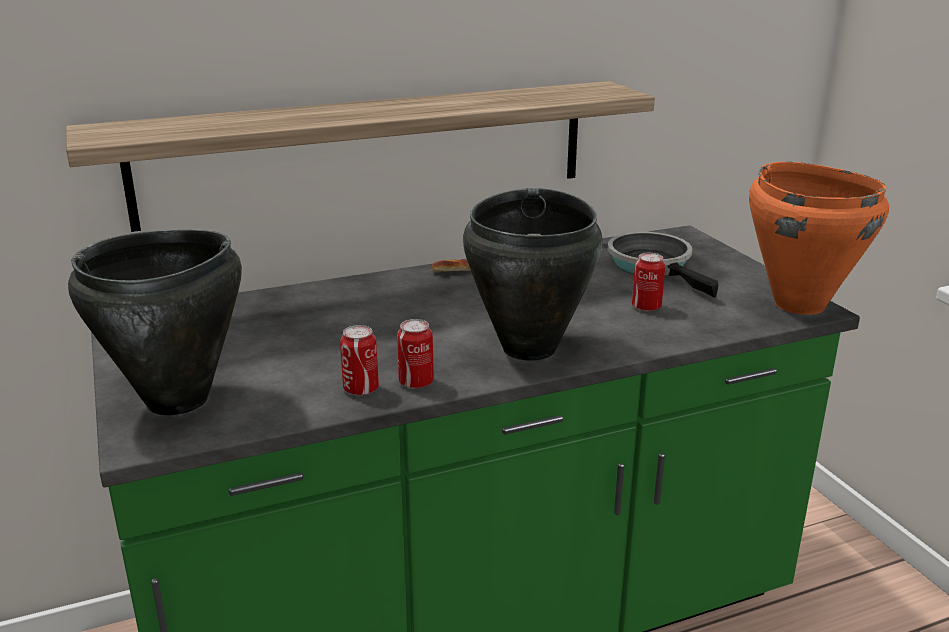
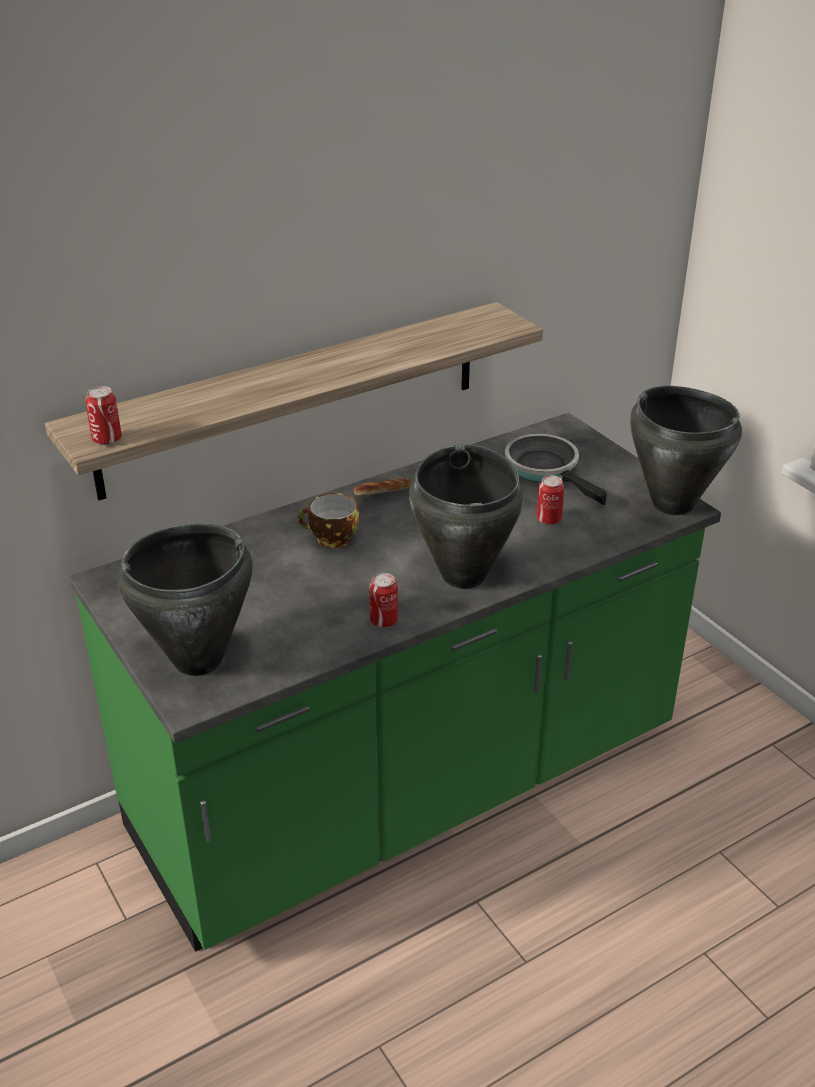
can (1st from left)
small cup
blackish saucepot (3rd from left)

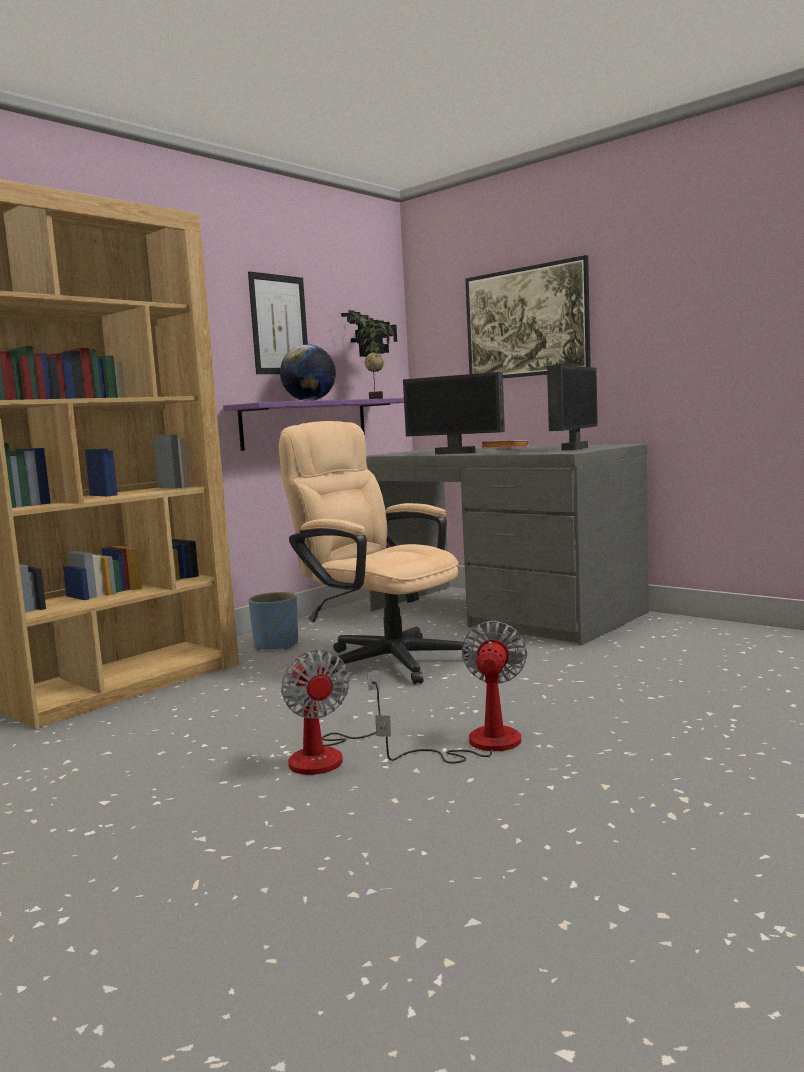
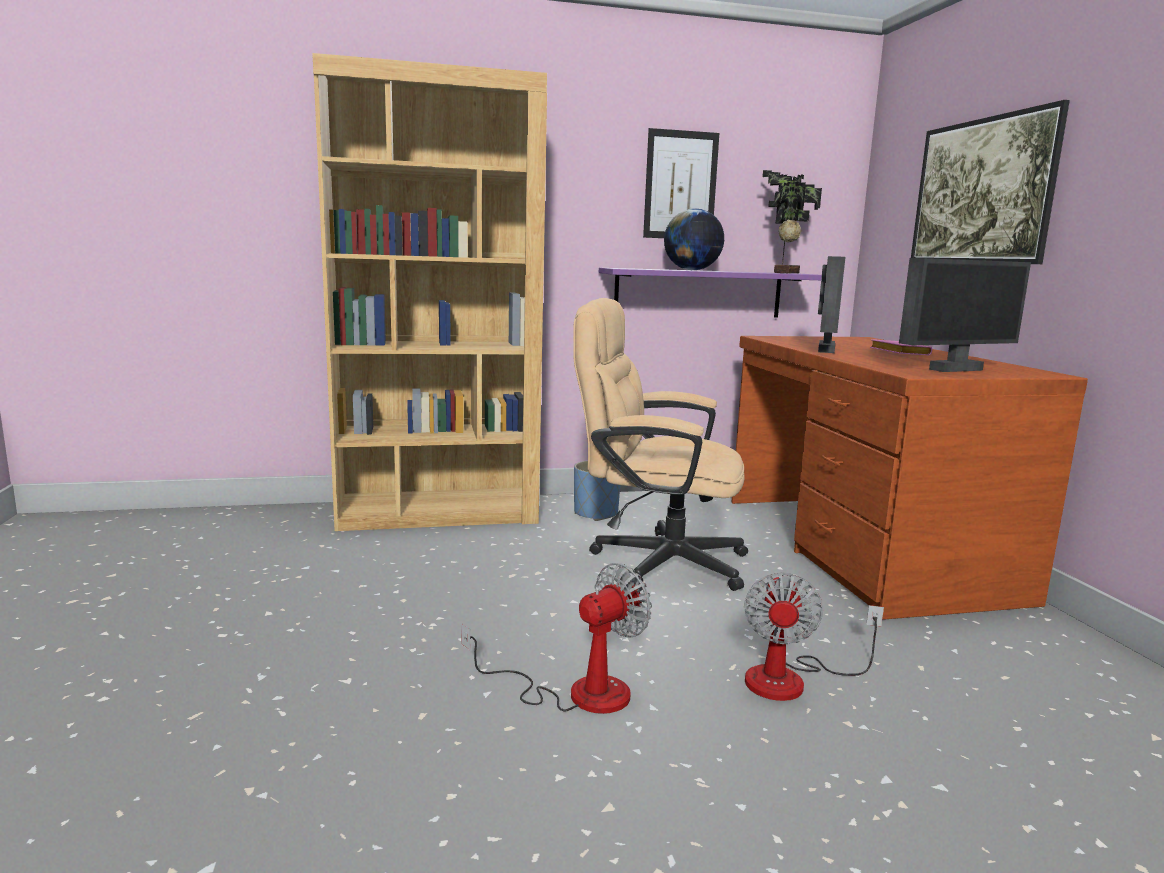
beige office chair
brown-coloured desk table
fan (2nd from left)
computer screen (1st from left)

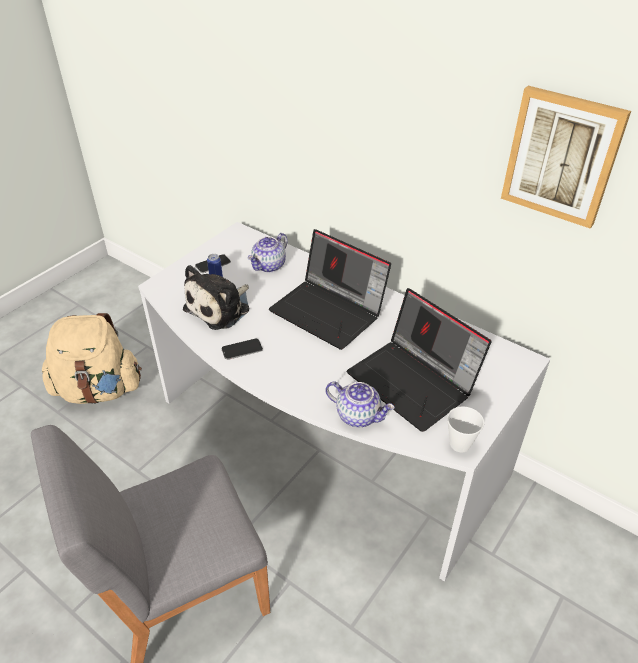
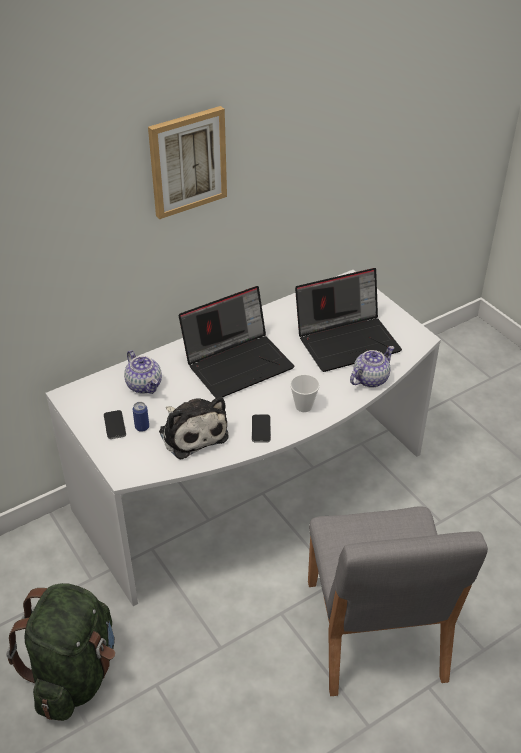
green rucksack
wall art
small cup

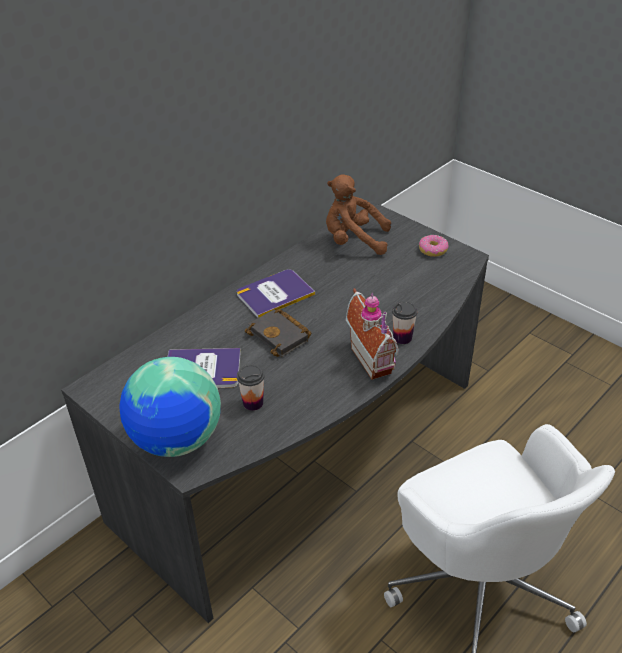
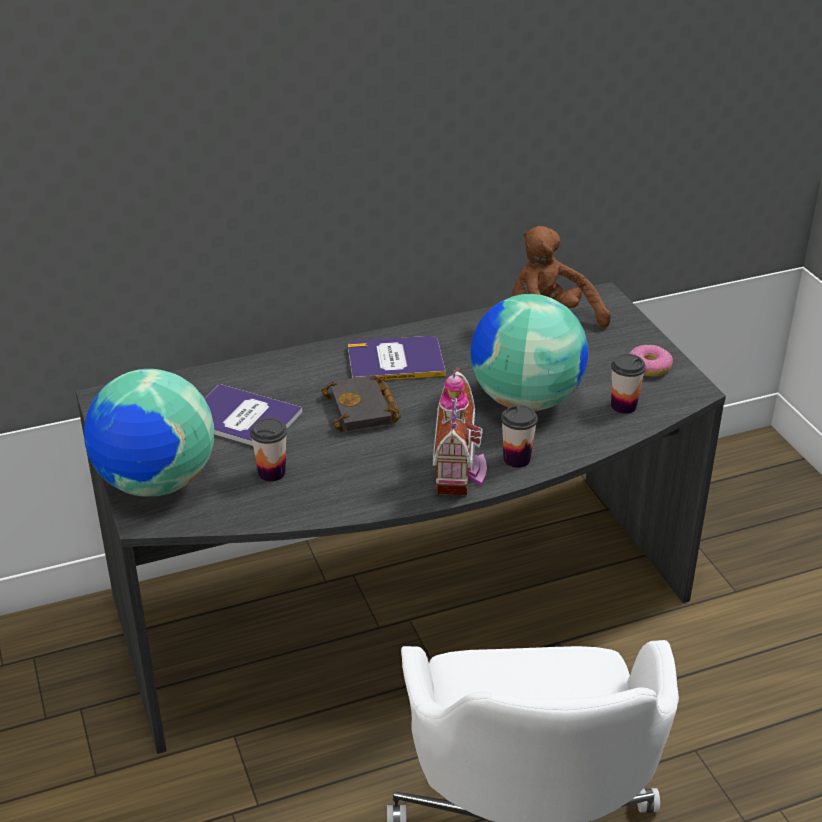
world globe (2nd from left)
small cup (3rd from left)

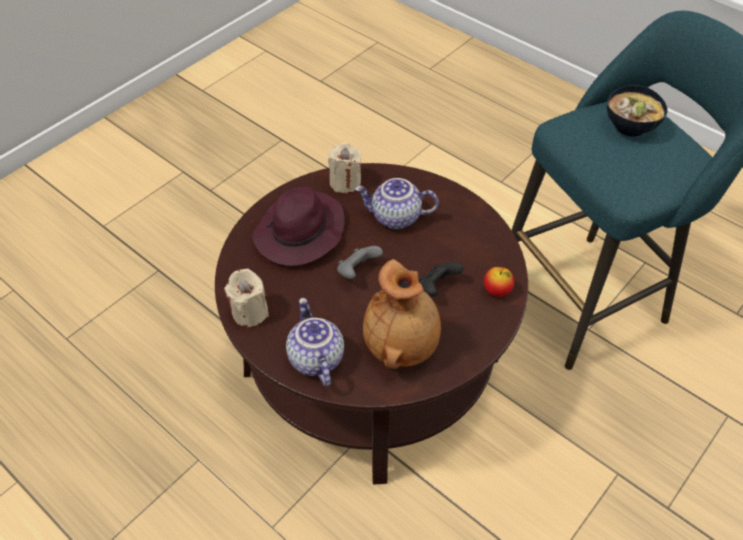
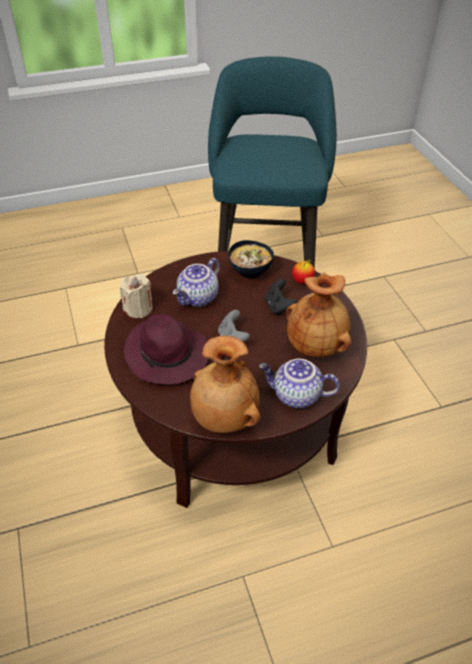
brown-coloured vase (1st from left)
bowl

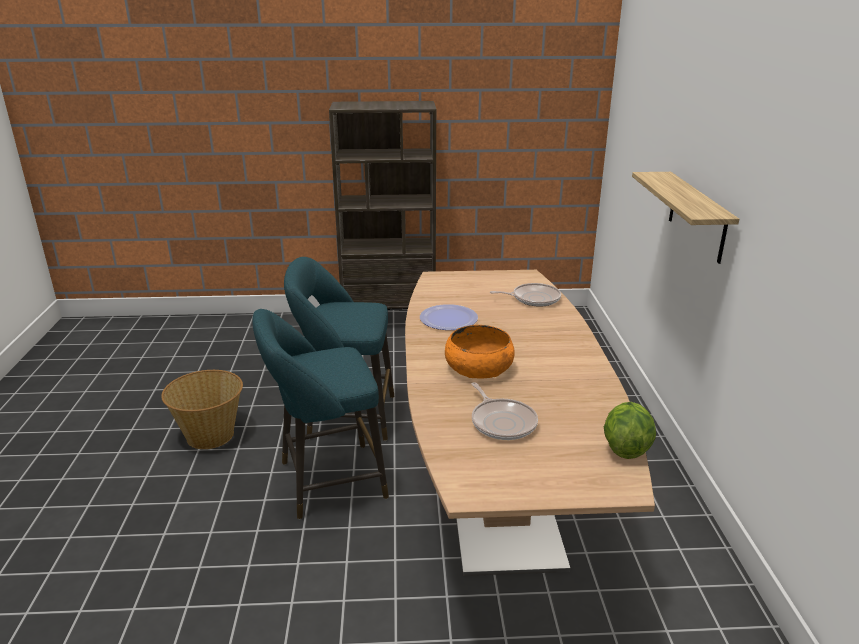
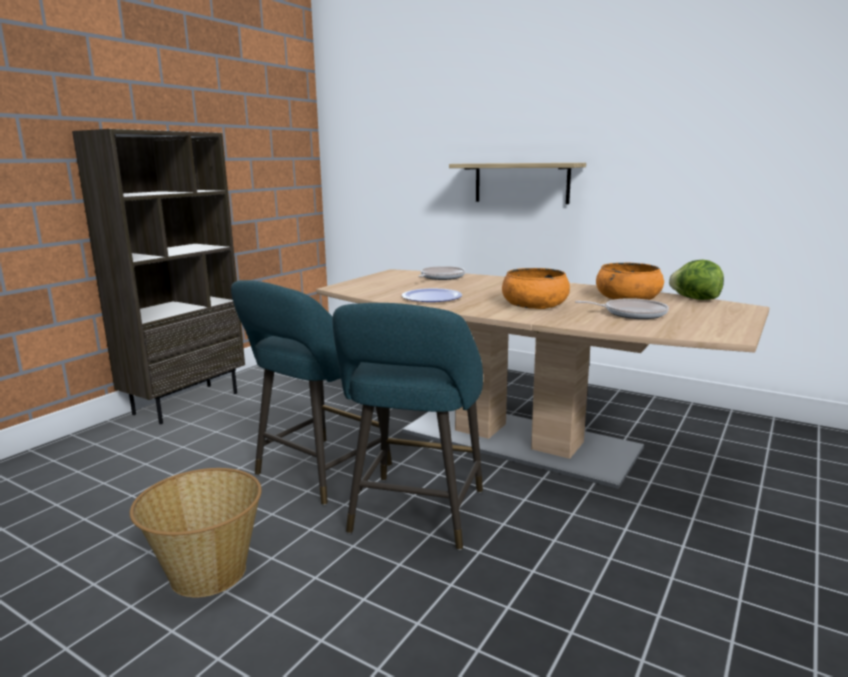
orangey bowl (2nd from left)

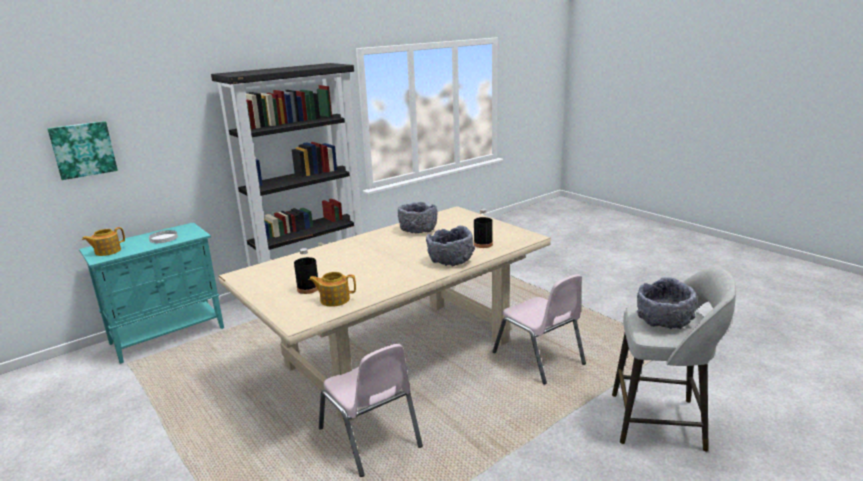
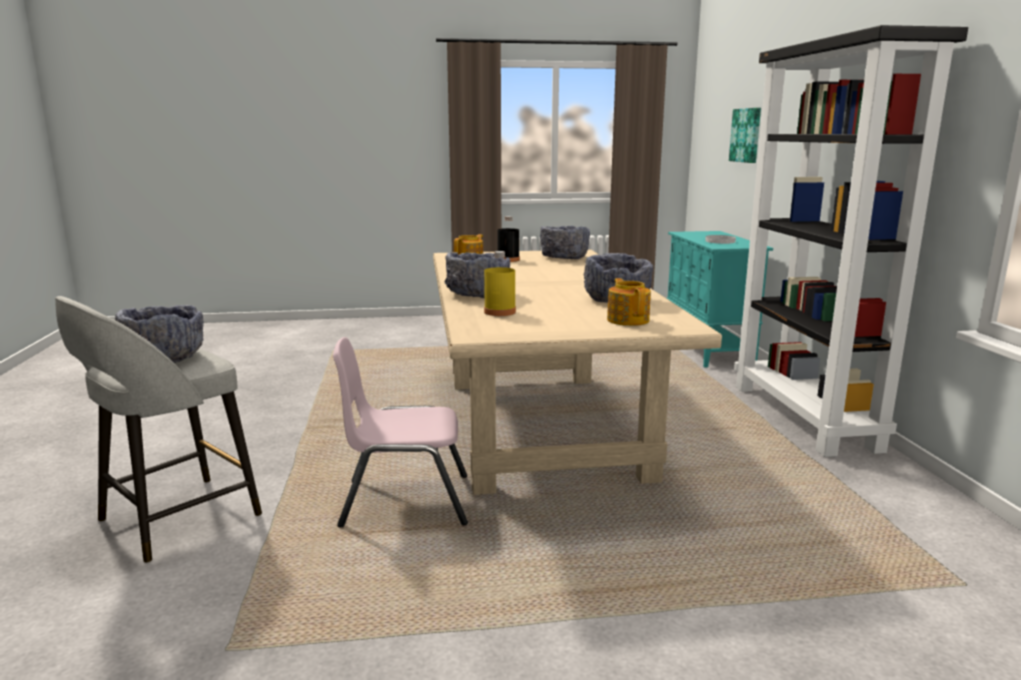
yellow beverage bottle
greyish bowl (3rd from left)
teapot (2nd from left)
pink chair (1st from left in the first image)

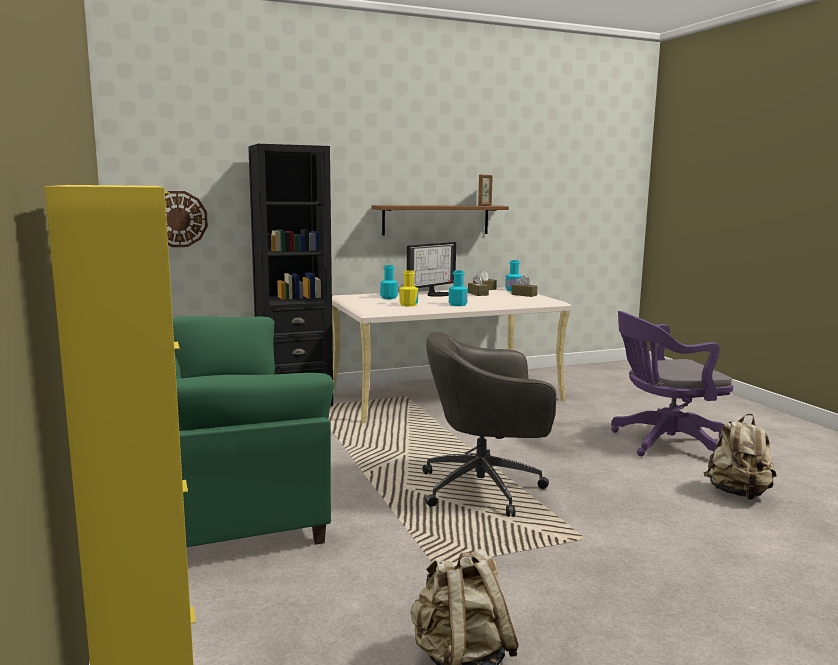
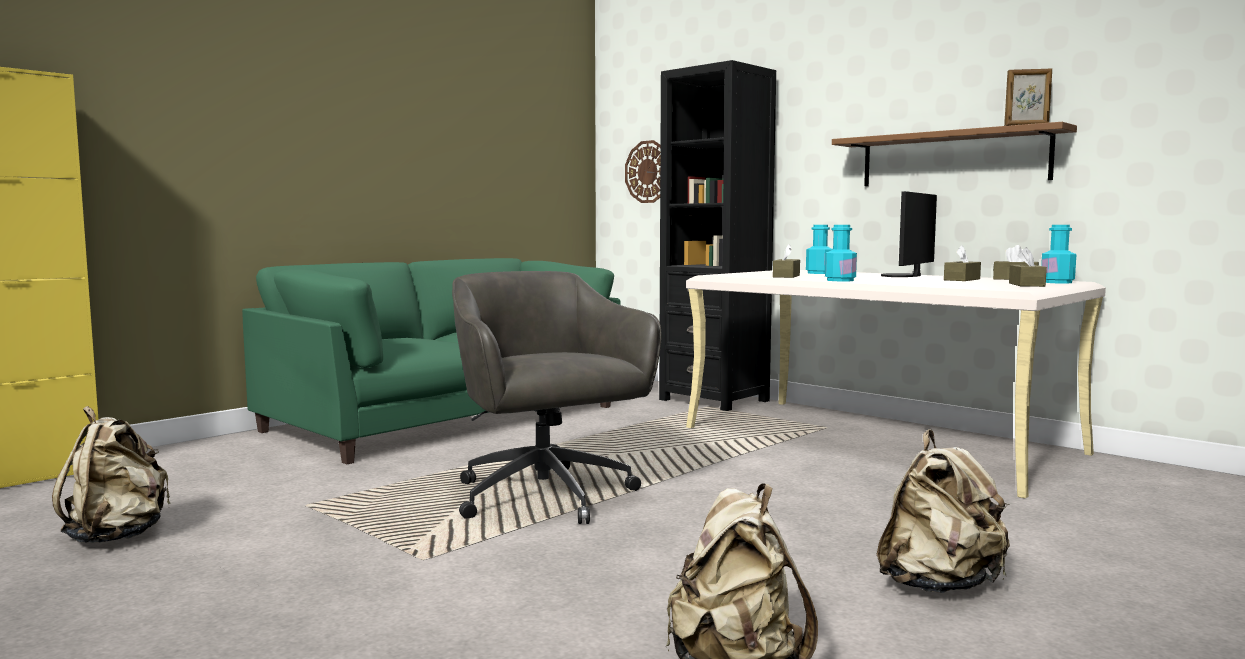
brown-coloured tissue holder (1st from left)
beige rucksack (3rd from left)
computer screen

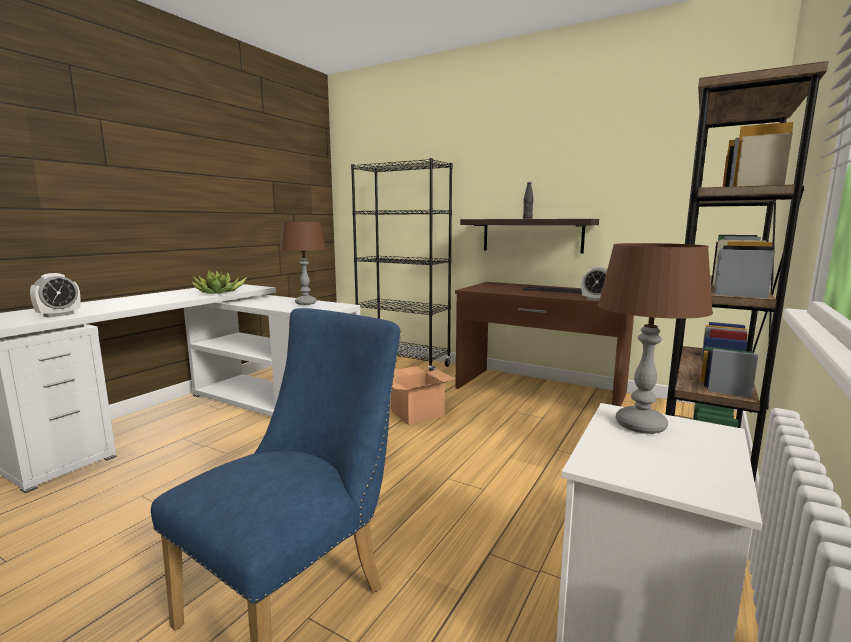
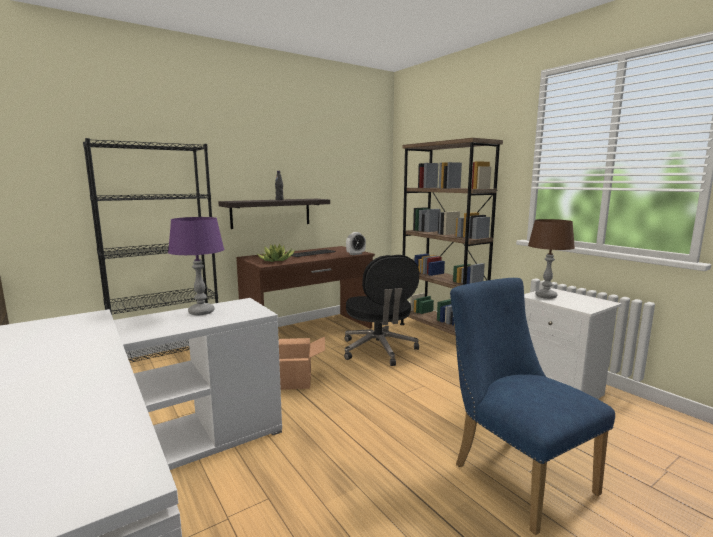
purple-coloured lamp for a table
plant in a pot
blackish office chair
table clock (1st from left in the first image)

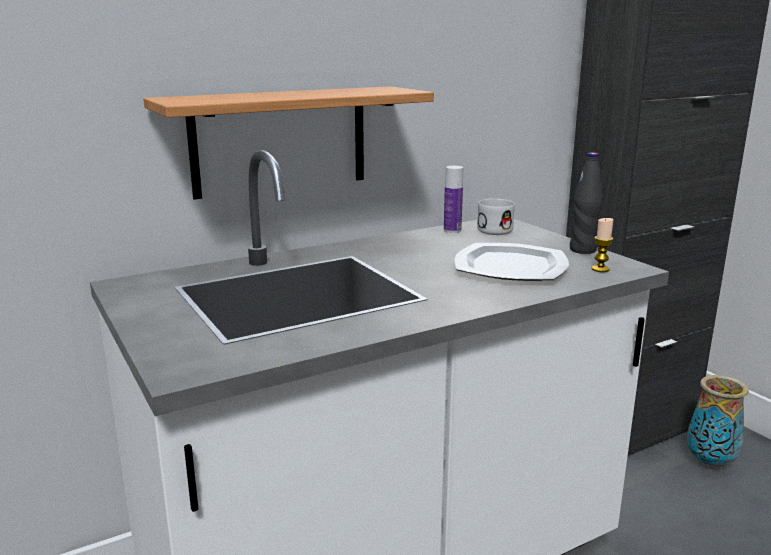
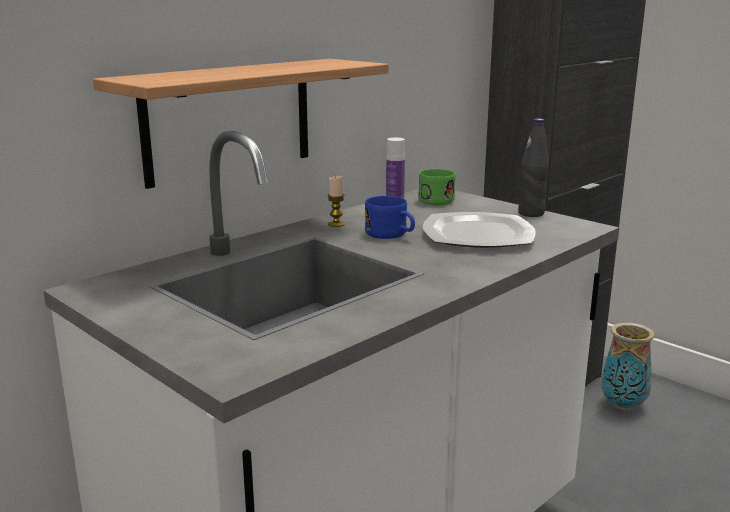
candle
bluish tea mug
green tea mug

